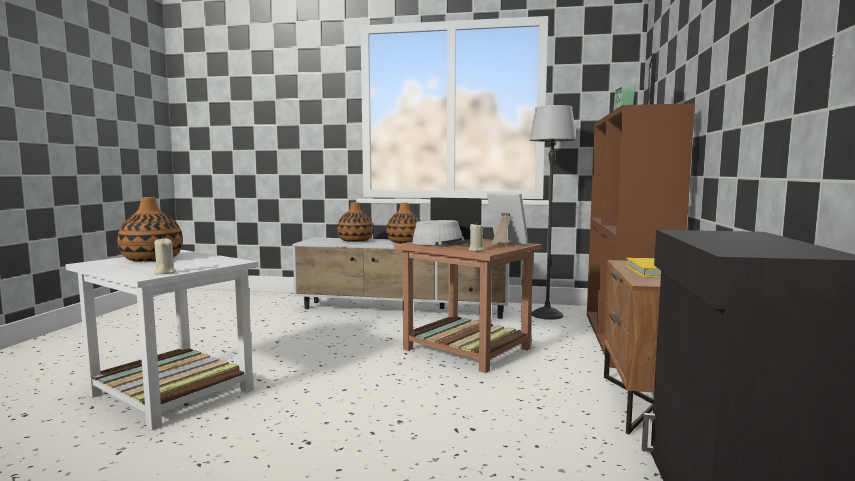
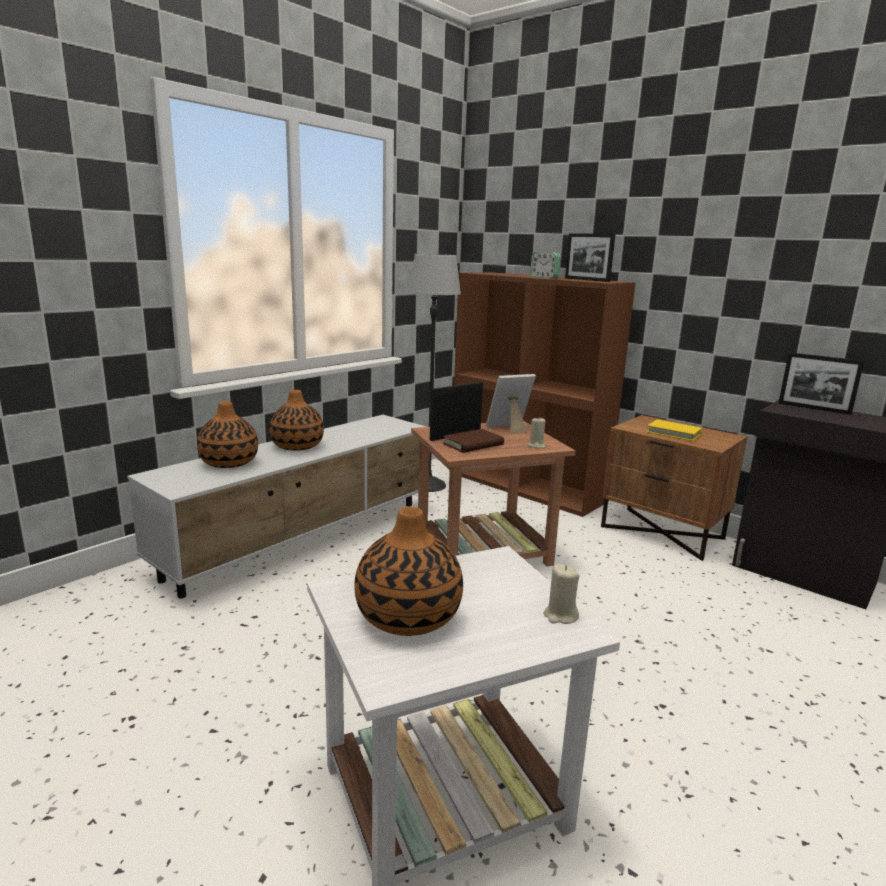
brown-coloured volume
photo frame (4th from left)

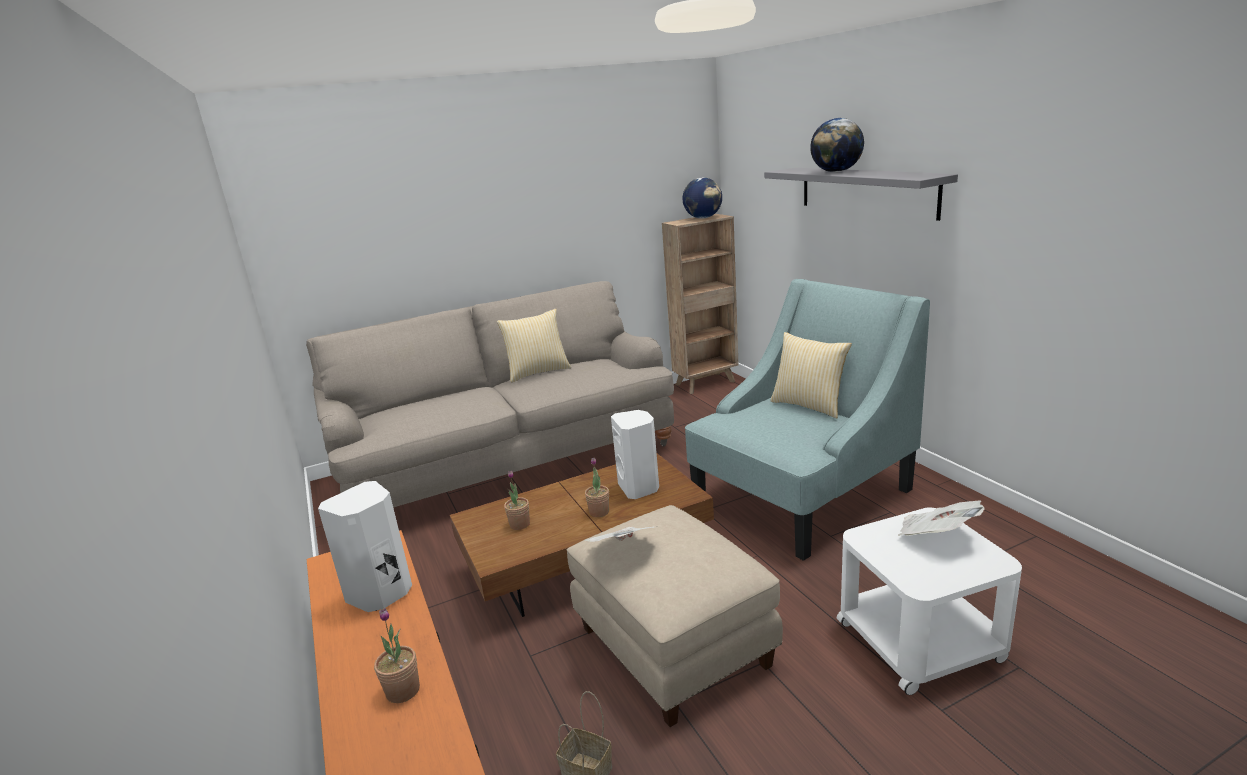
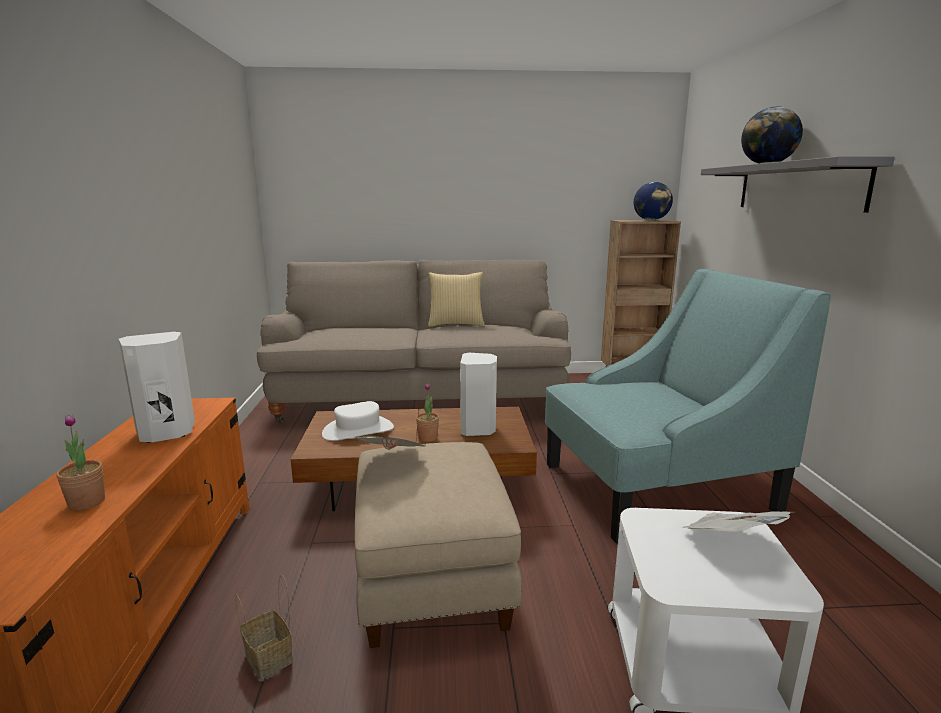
white hat
pillow (2nd from left in the first image)

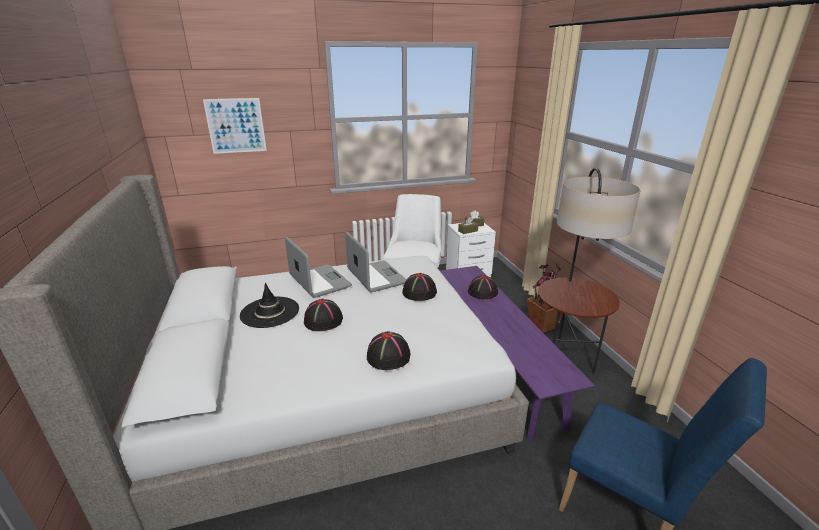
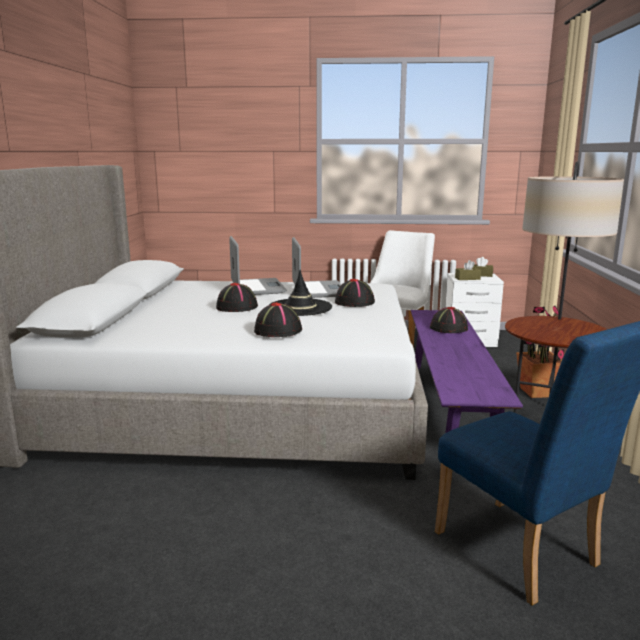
blackish hat (3rd from left)
wall art

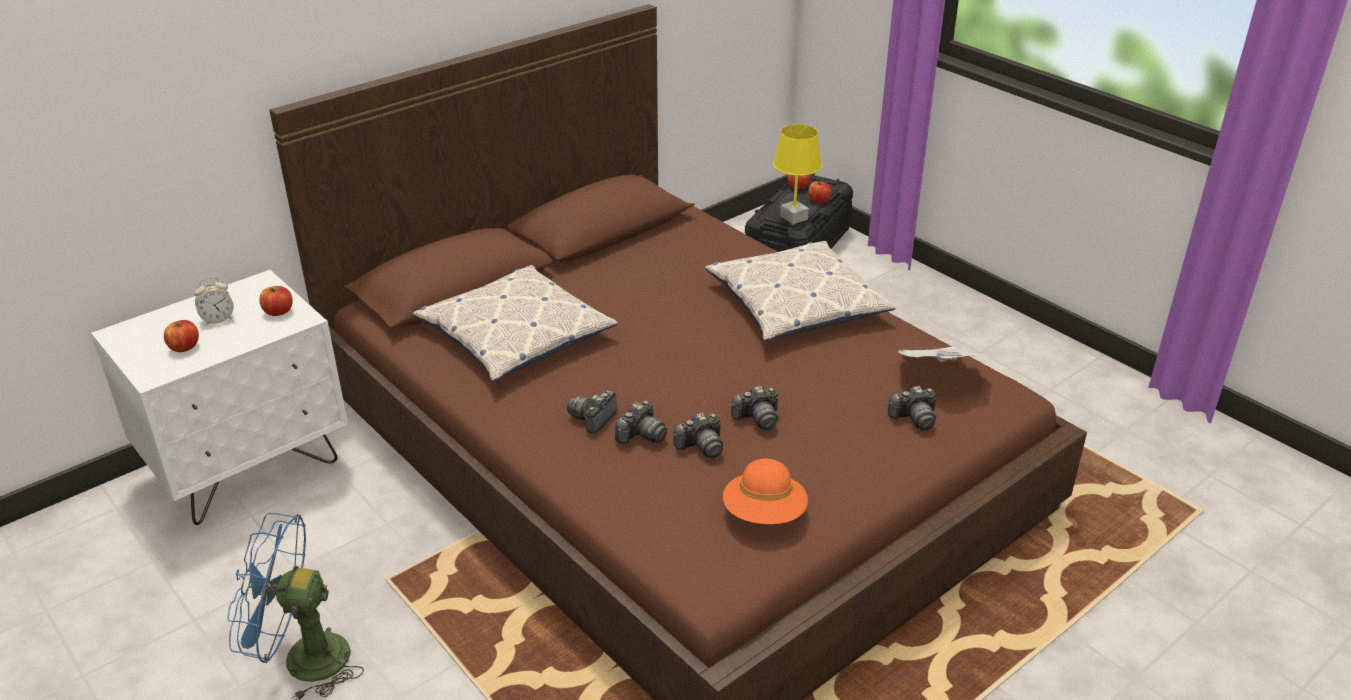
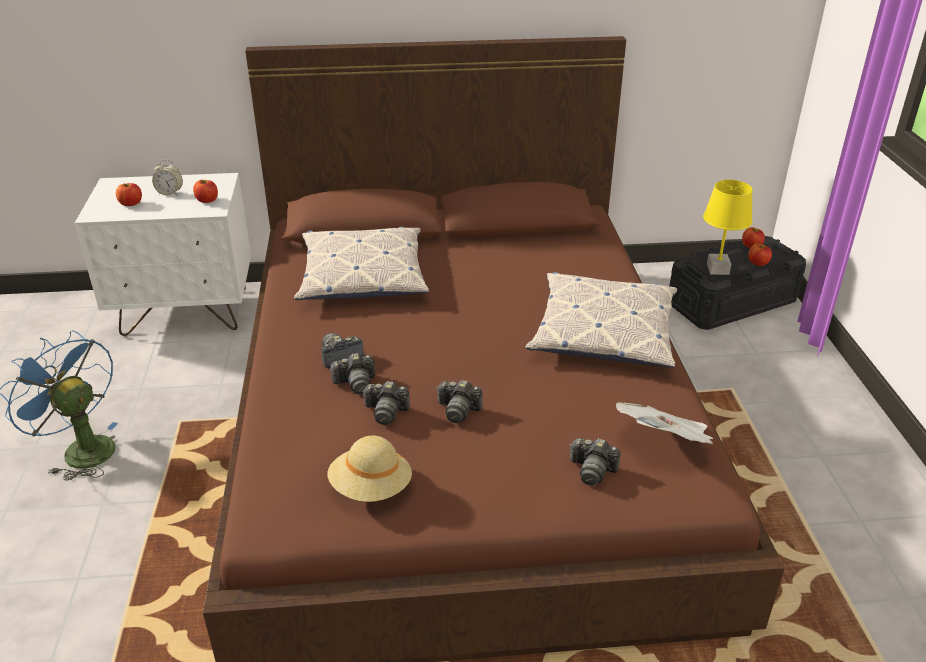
beige hat

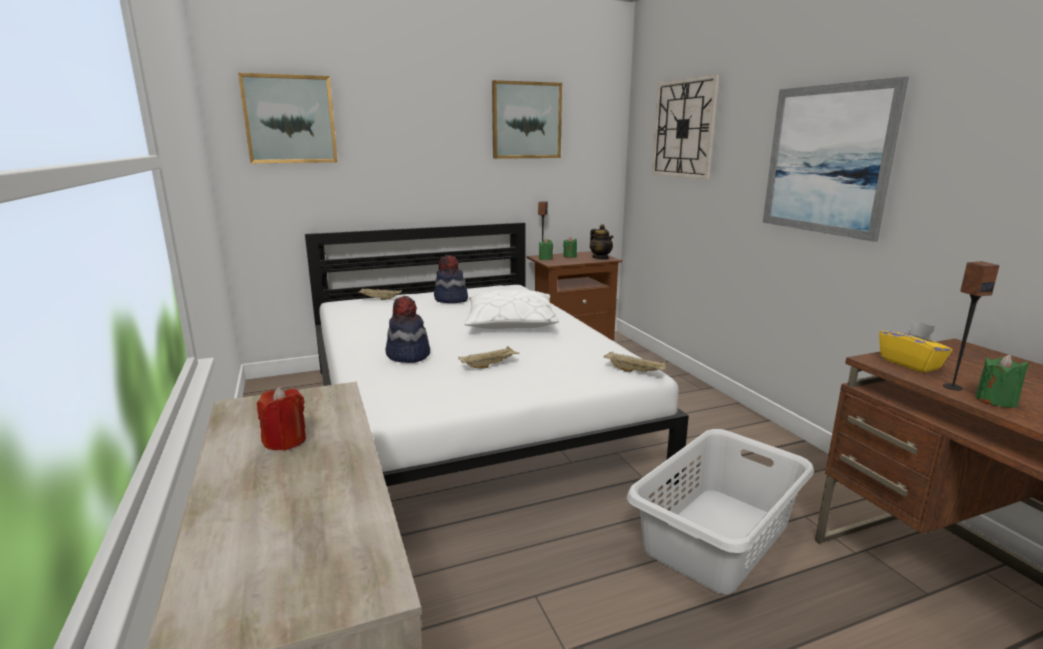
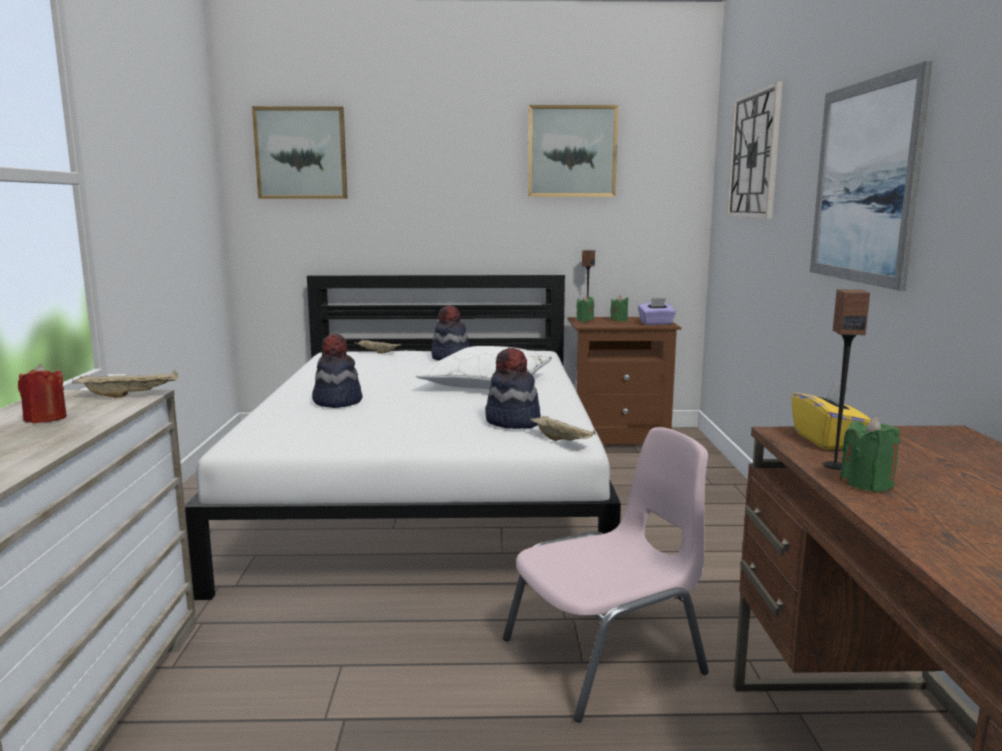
beige serving tray (1st from left)
hat (3rd from left)
pink chair
purple-coloured tissue holder

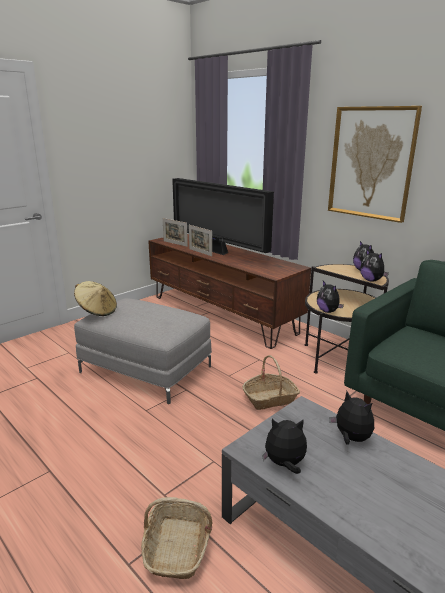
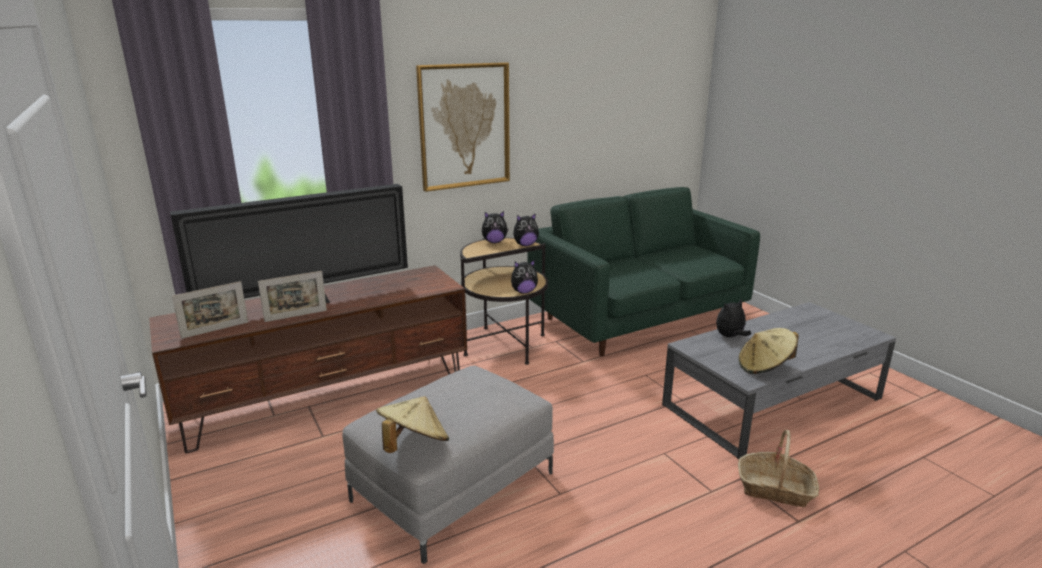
beige hat (2nd from left)
household basket (2nd from left in the first image)

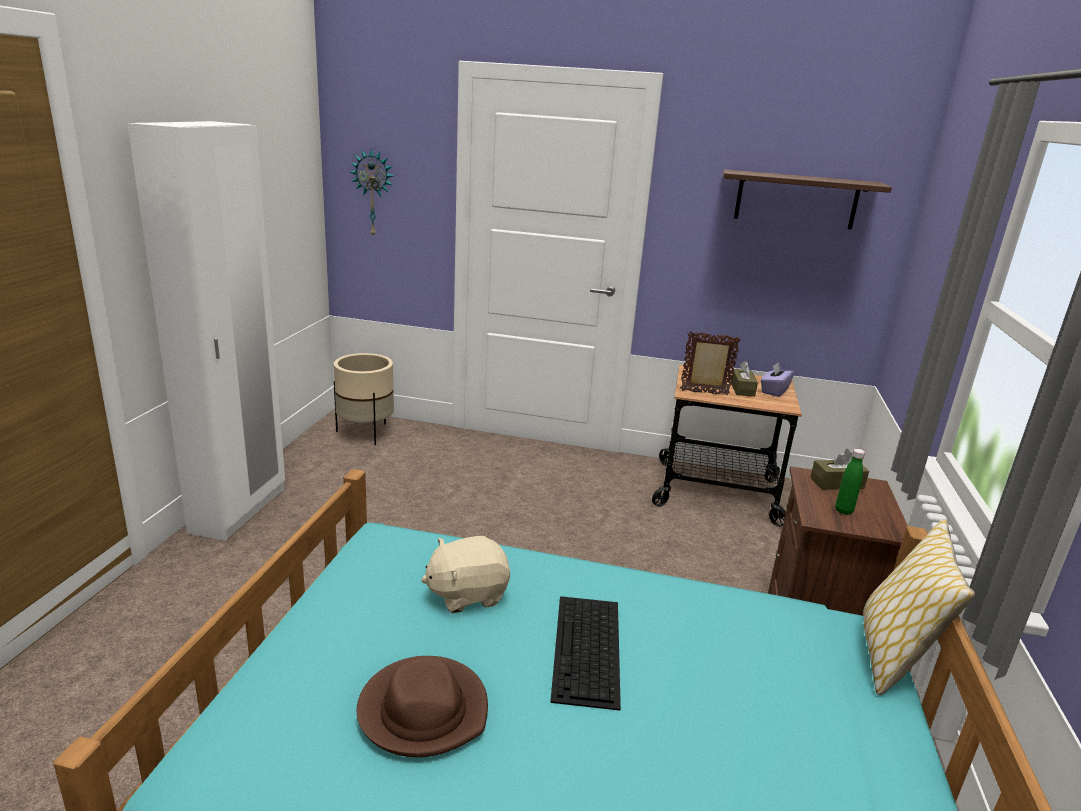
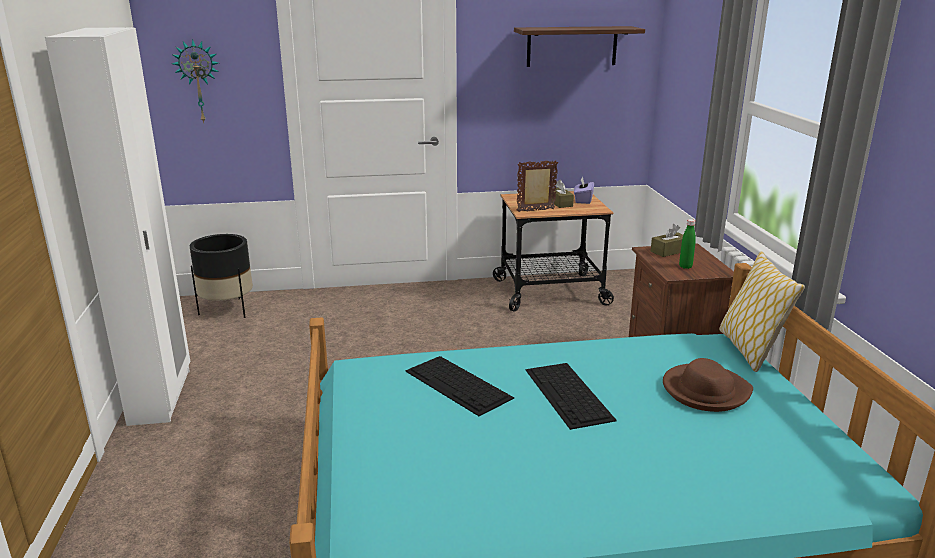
blackish planter
computer keyboard (1st from left)
brown-coloured hat

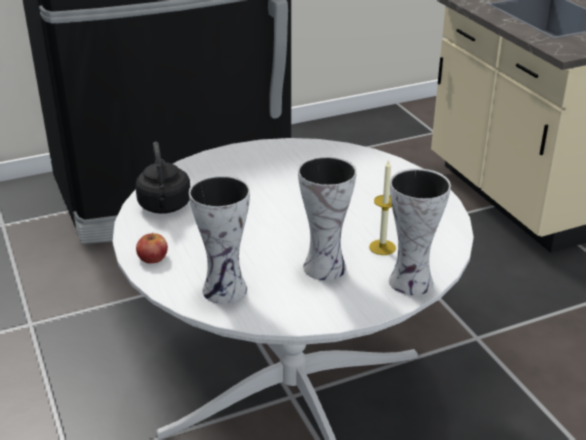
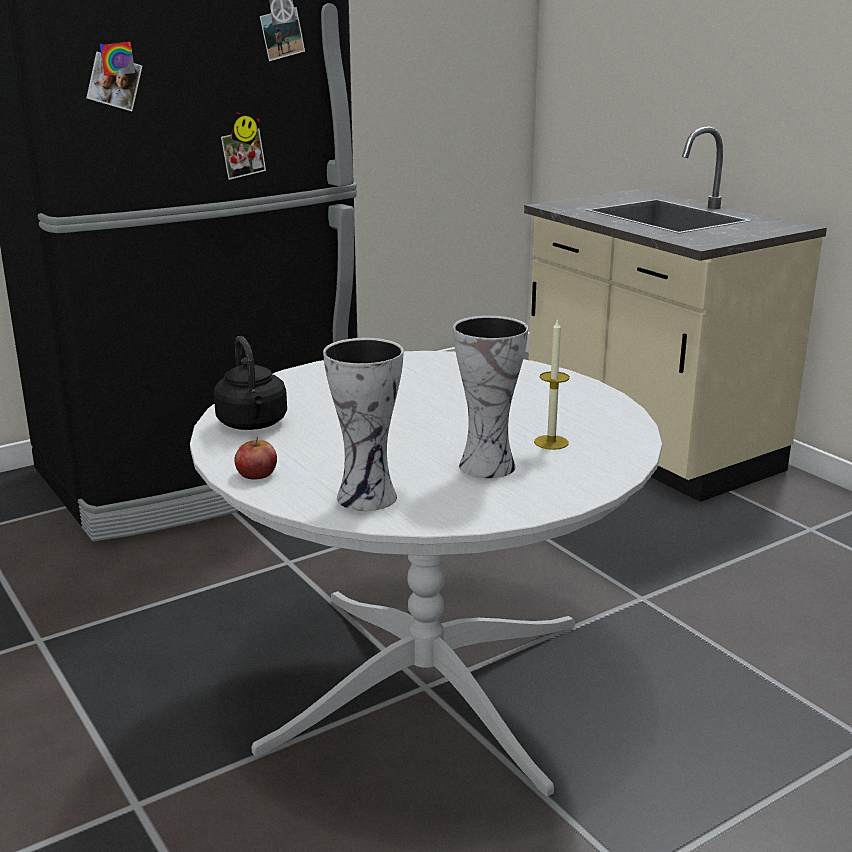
vase (3rd from left in the first image)

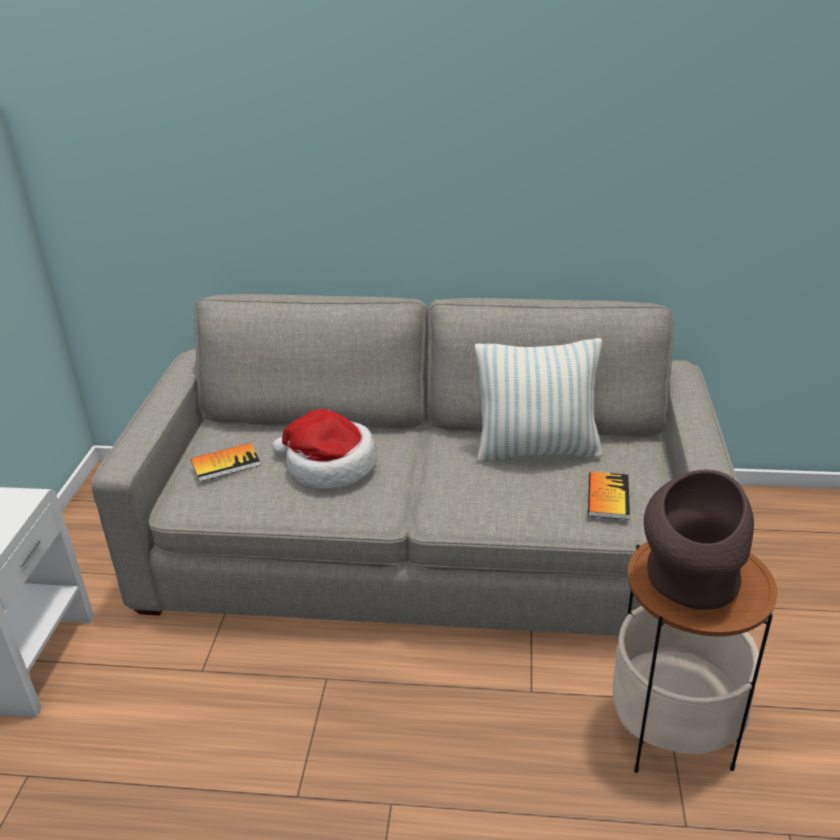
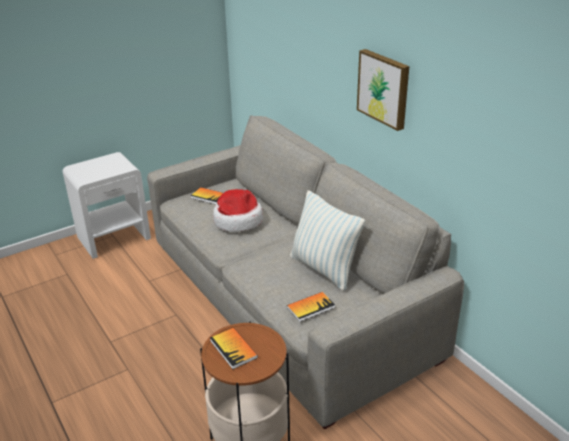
volume (2nd from left)
wall art

